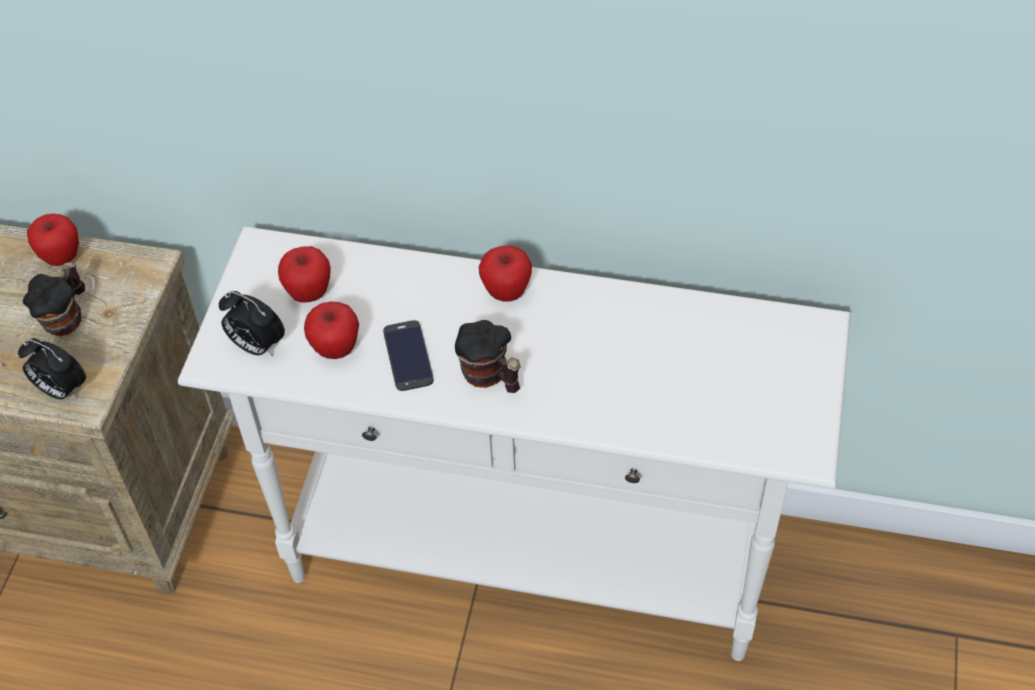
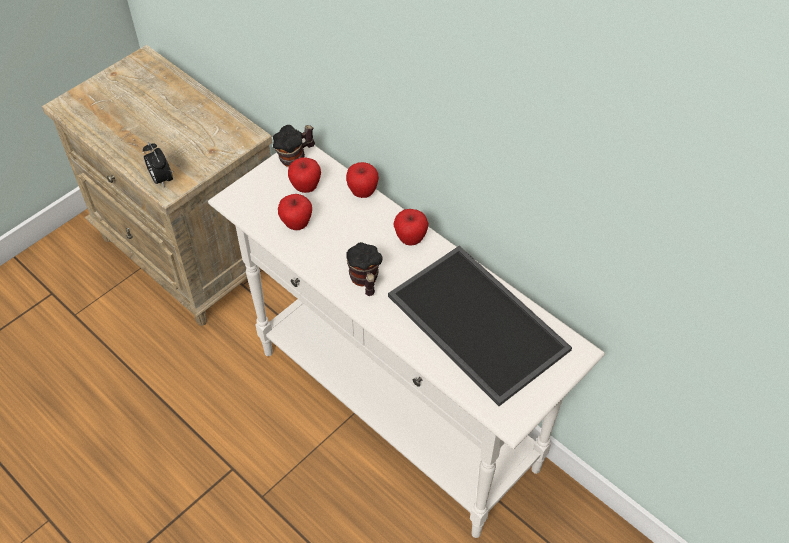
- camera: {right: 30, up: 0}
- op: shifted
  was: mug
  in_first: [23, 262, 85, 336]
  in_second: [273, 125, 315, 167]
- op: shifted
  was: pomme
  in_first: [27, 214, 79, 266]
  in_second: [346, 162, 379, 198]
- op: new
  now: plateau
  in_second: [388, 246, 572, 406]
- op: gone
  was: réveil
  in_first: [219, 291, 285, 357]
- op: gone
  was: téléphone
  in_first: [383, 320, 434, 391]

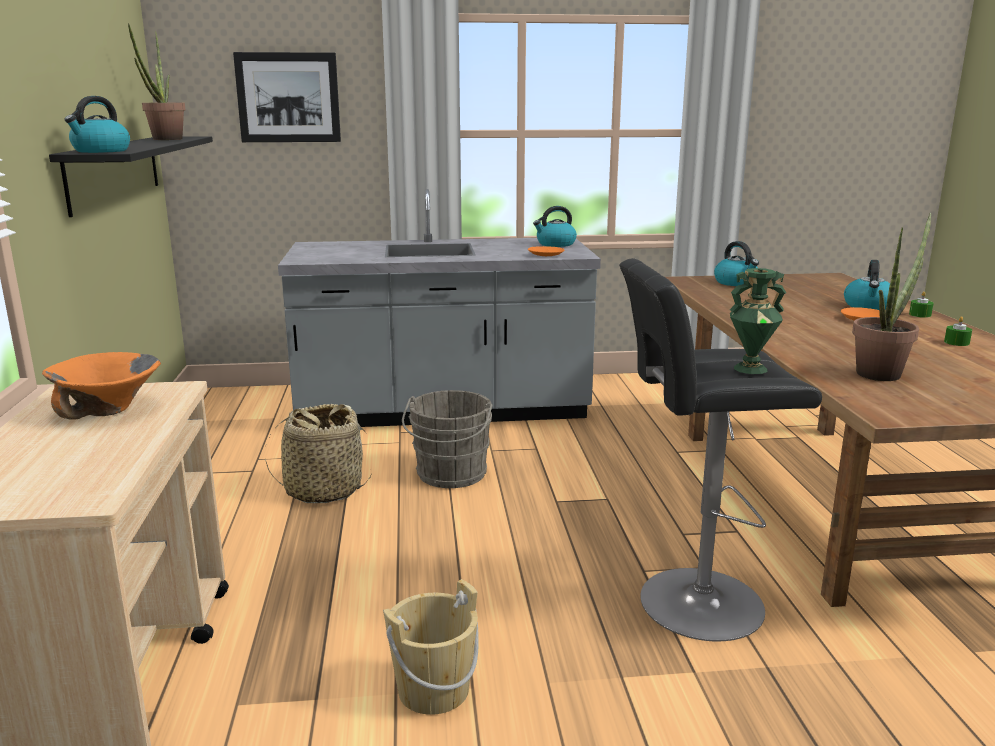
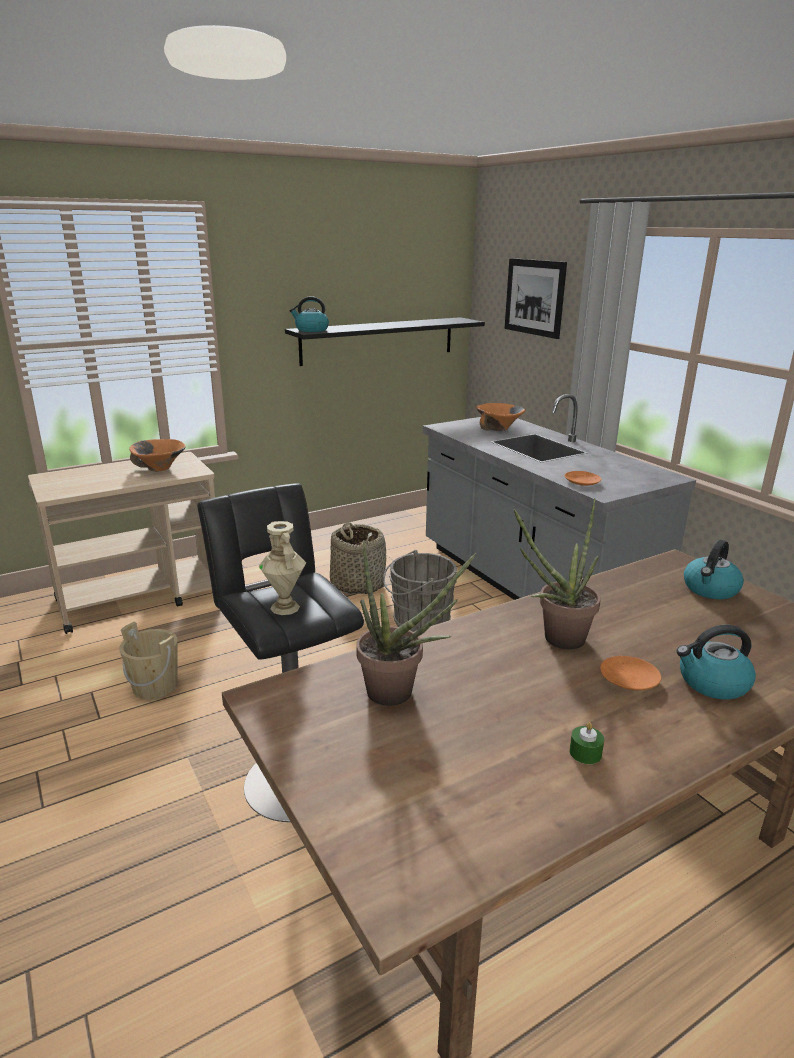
- camera: {right: 65, up: 5}
- op: repainted
  was: vase (vert)
  now: vase (beige)
  in_first: [730, 268, 786, 374]
  in_second: [259, 521, 306, 615]
- op: new
  now: bol (orange)
  in_second: [476, 403, 525, 431]
- op: shifted
  was: plante en pot
  in_first: [128, 23, 186, 140]
  in_second: [514, 498, 601, 650]
- op: gone
  was: bouilloire
  in_first: [533, 206, 577, 247]
- op: gone
  was: bougie (vert)
  in_first: [909, 291, 934, 318]

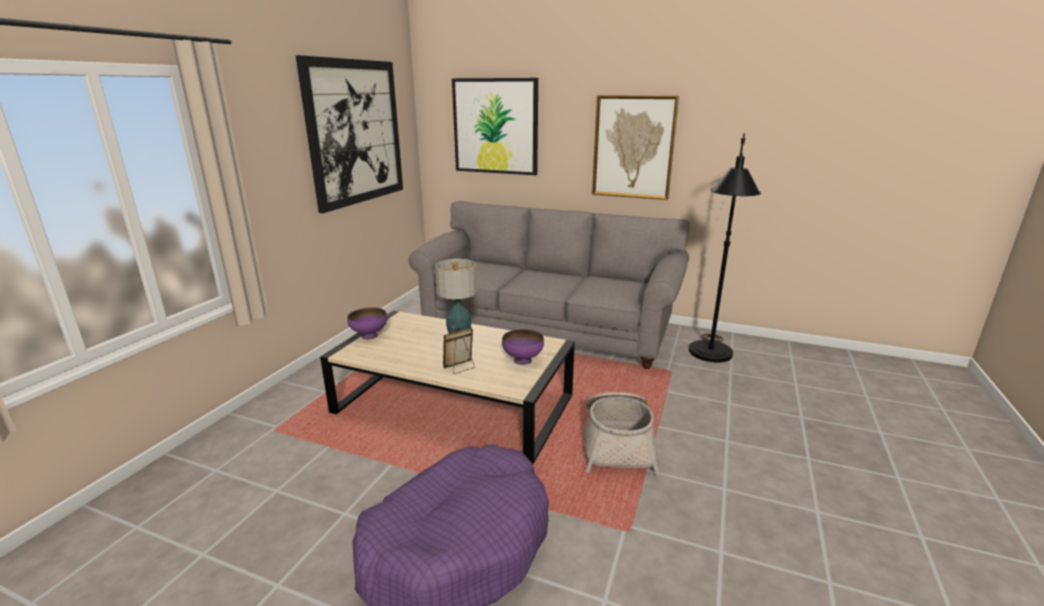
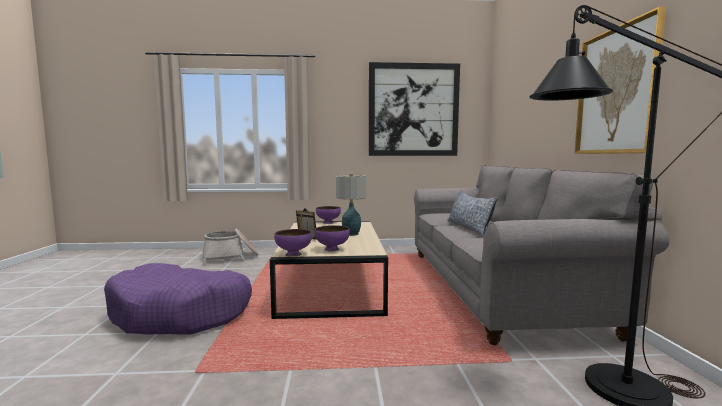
- camera: {right: 65, up: -15}
- op: shifted
  was: panier
  in_first: [582, 392, 659, 475]
  in_second: [203, 228, 259, 265]
- op: new
  now: bol (violet)
  in_second: [274, 229, 312, 257]
- op: new
  now: coussin
  in_second: [447, 190, 498, 237]
- op: gone
  was: tableau
  in_first: [452, 78, 538, 175]

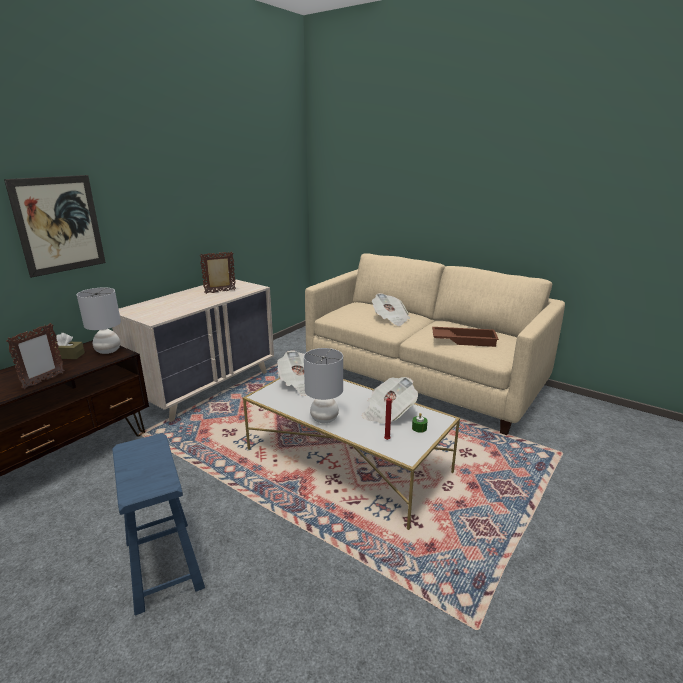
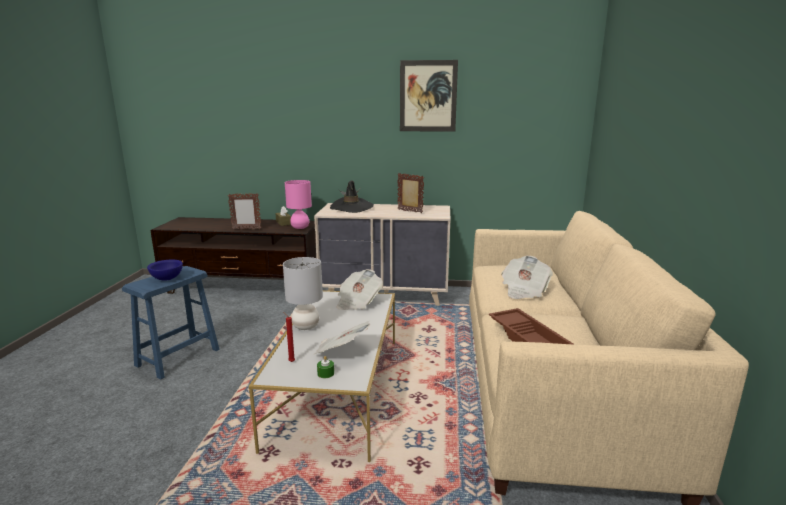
- camera: {right: 60, up: -5}
- op: new
  now: bol (bleu)
  in_second: [147, 260, 183, 281]
- op: repainted
  was: lampe de table (gris)
  now: lampe de table (rose)
  in_first: [77, 287, 121, 354]
  in_second: [285, 180, 312, 229]
- op: new
  now: chapeau (noir)
  in_second: [330, 180, 374, 213]
- op: shifted
  was: tableau
  in_first: [4, 175, 106, 278]
  in_second: [400, 60, 458, 132]

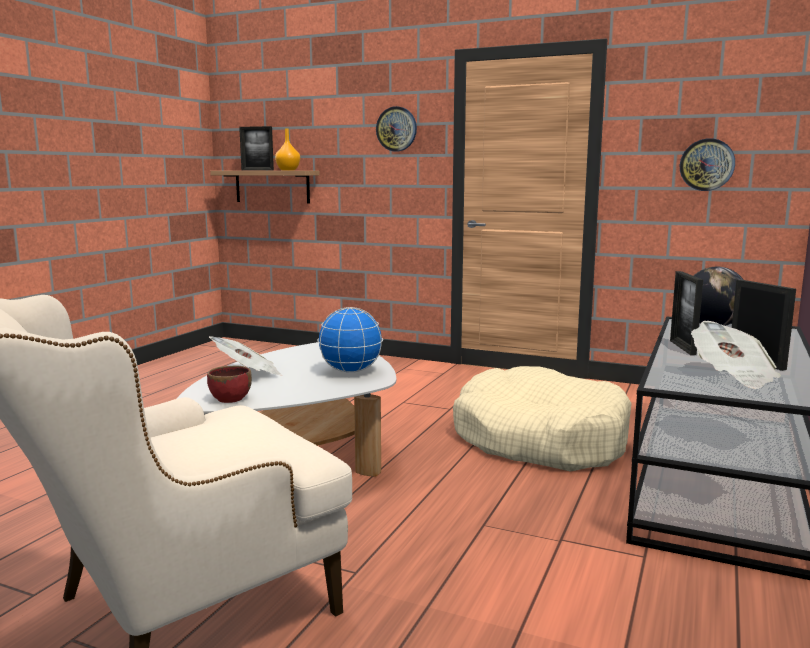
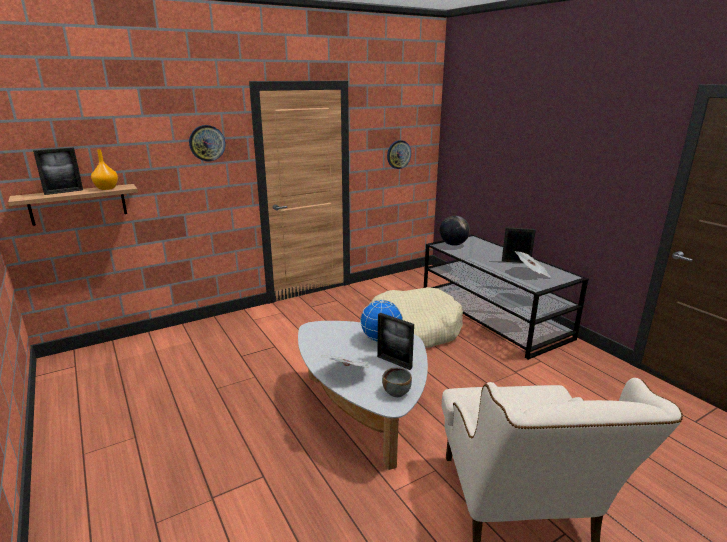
- camera: {right: -55, up: 10}
- op: shifted
  was: cadre photo
  in_first: [670, 271, 703, 355]
  in_second: [377, 313, 414, 370]
- op: repainted
  was: bol (rouge)
  now: bol (gris)
  in_first: [207, 365, 252, 403]
  in_second: [382, 367, 412, 397]

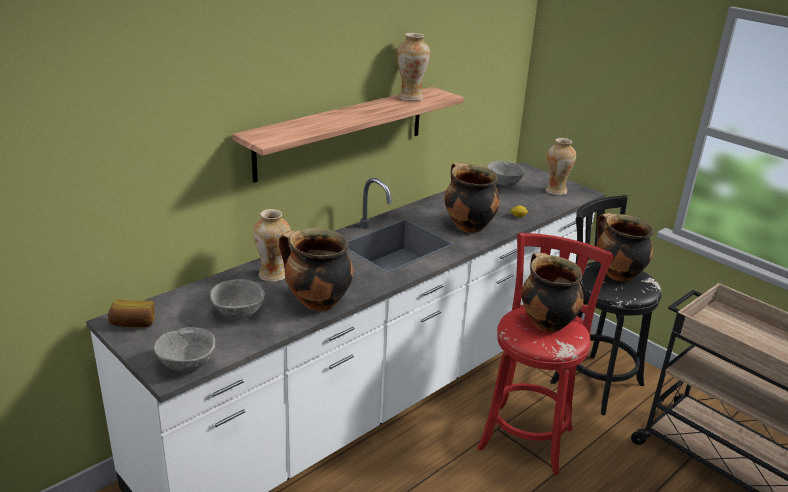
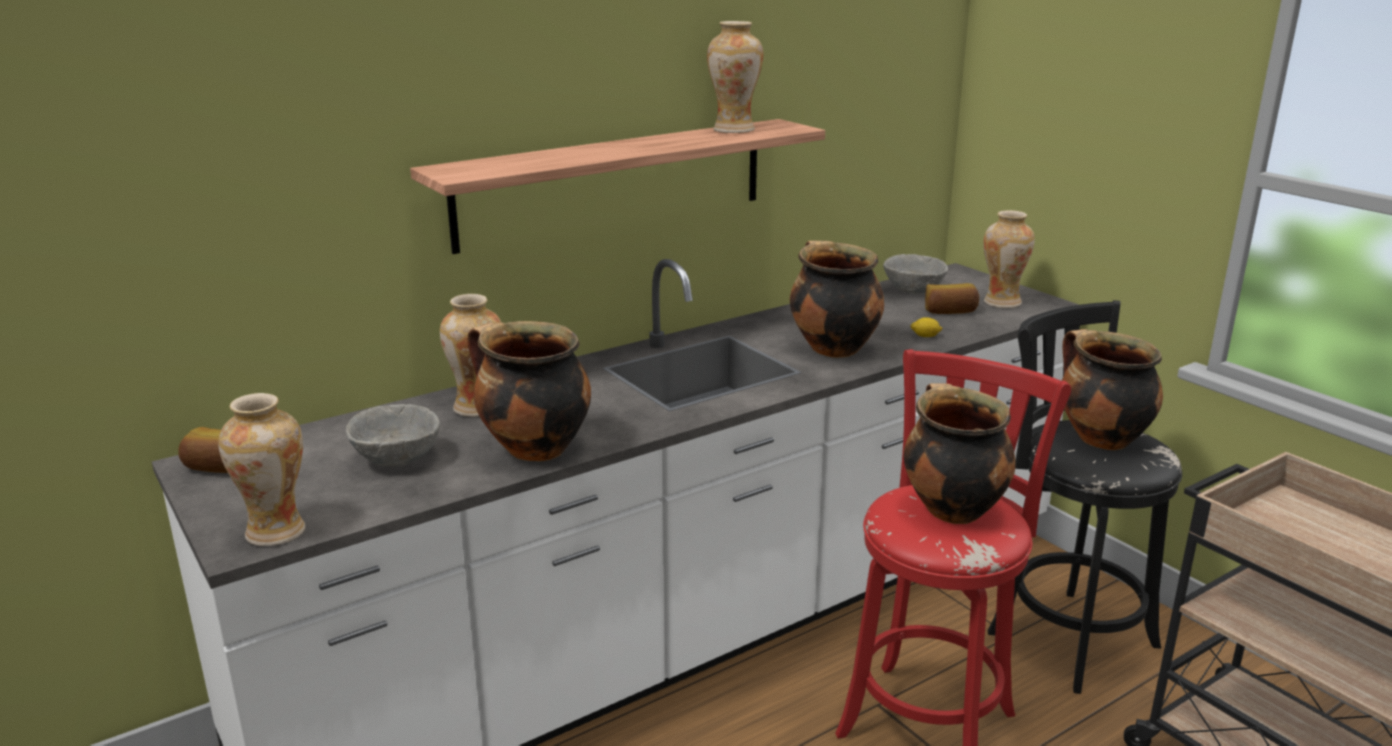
- camera: {right: 10, up: -5}
- op: swapped
  was: bol (gris)
  now: vase
  in_first: [154, 327, 215, 371]
  in_second: [218, 393, 305, 546]
- op: new
  now: pain
  in_second: [925, 283, 979, 314]

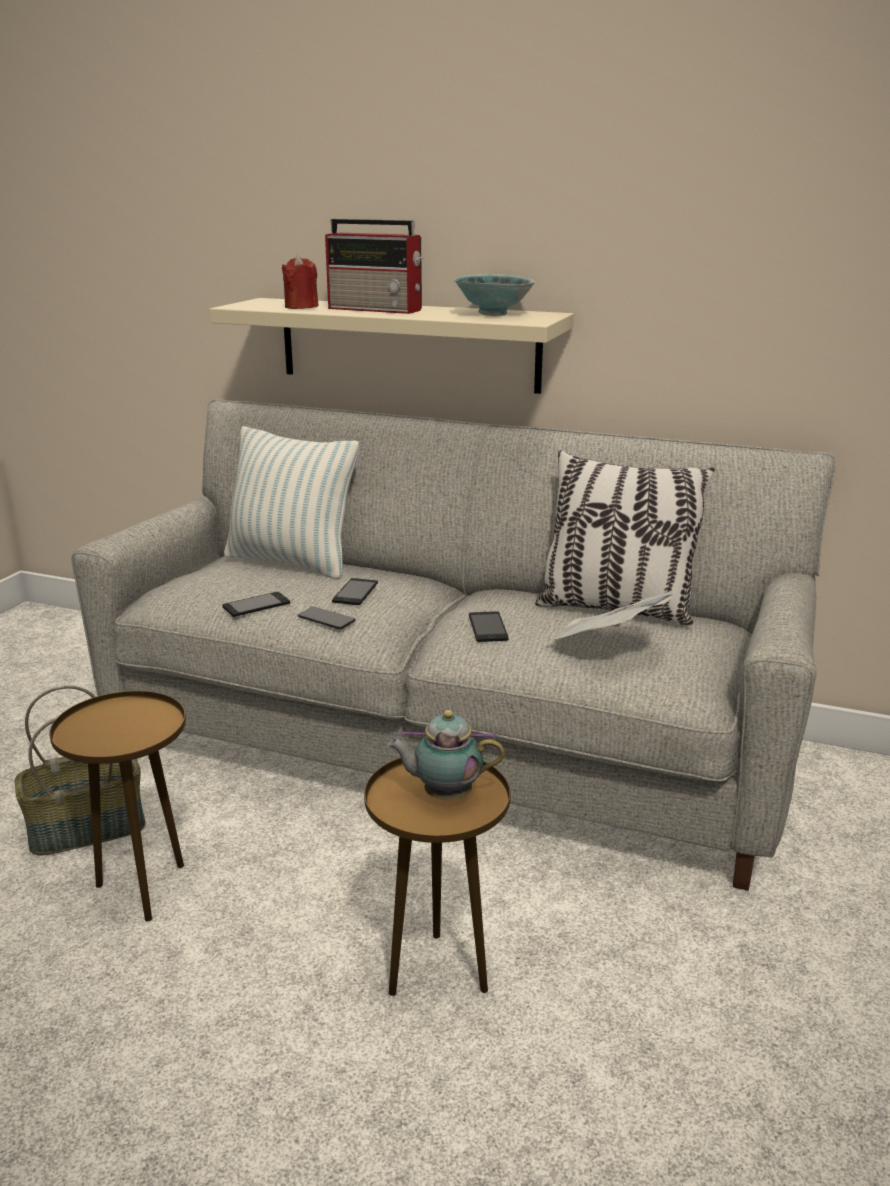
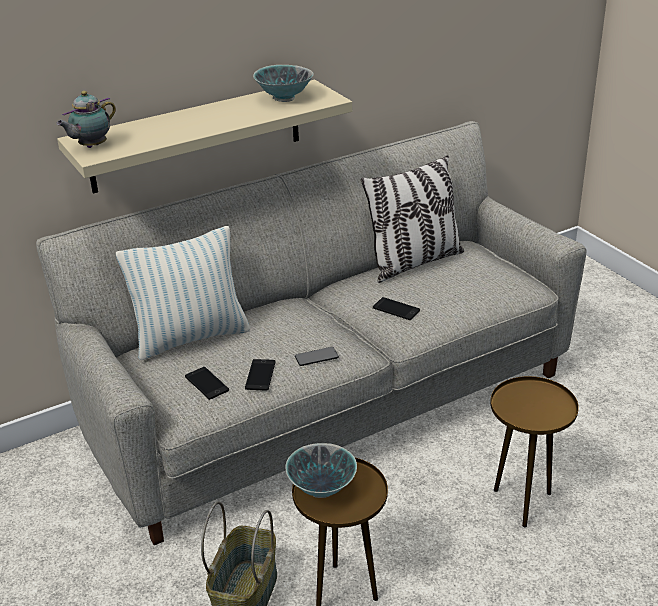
- camera: {right: -50, up: 10}
- op: shifted
  was: théière
  in_first: [387, 710, 505, 800]
  in_second: [56, 91, 116, 148]
- op: shifted
  was: téléphone
  in_first: [332, 578, 378, 605]
  in_second: [185, 367, 229, 400]
- op: new
  now: bol
  in_second: [285, 443, 357, 498]
- op: gone
  was: bougie (rouge)
  in_first: [282, 255, 319, 309]
- op: gone
  was: radio
  in_first: [325, 219, 423, 314]
- op: gone
  was: journal
  in_first: [547, 590, 675, 642]

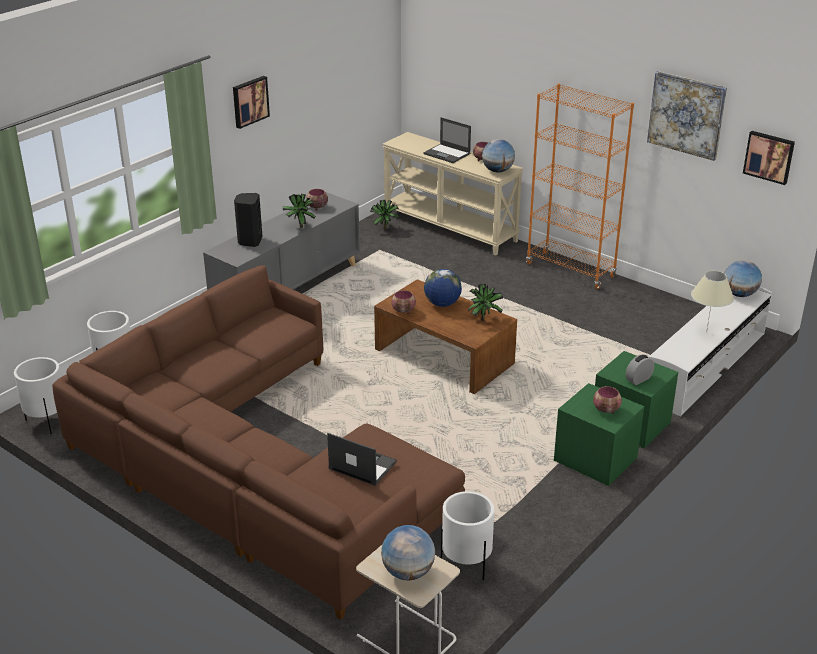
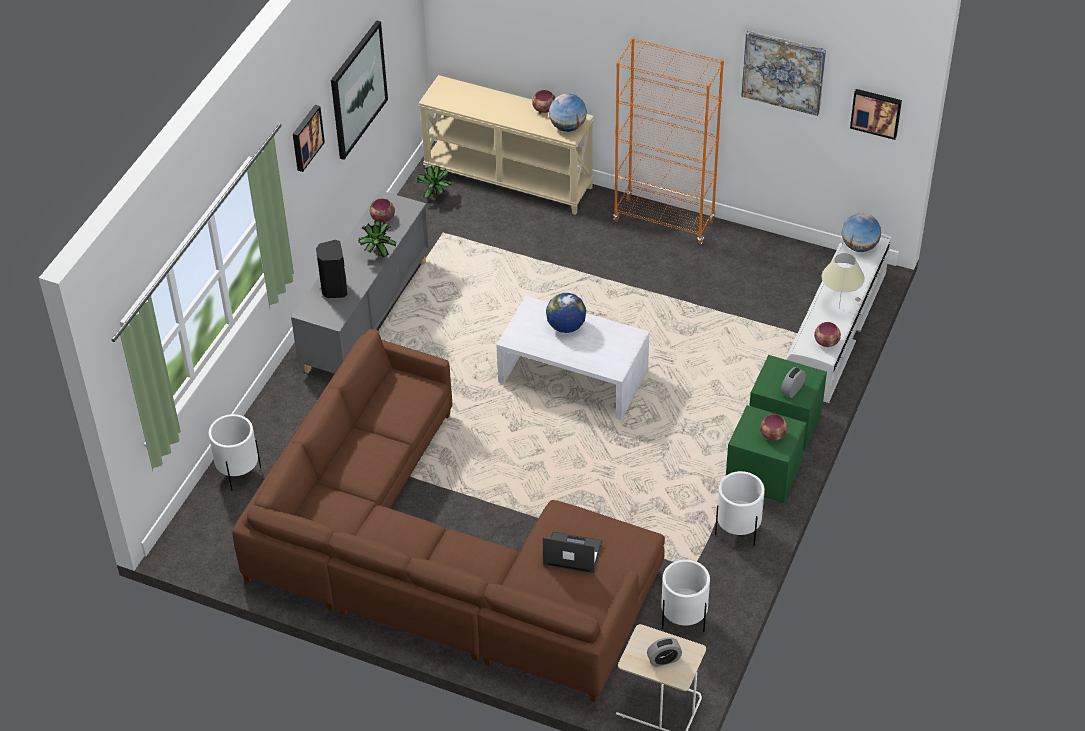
- camera: {right: -15, up: 15}
- op: new
  now: tableau
  in_second: [331, 20, 388, 160]
- op: repainted
  was: table basse (marron)
  now: table basse (blanc)
  in_first: [374, 279, 517, 394]
  in_second: [496, 296, 649, 420]
- op: swapped
  was: globe
  now: réveil
  in_first: [381, 525, 435, 581]
  in_second: [647, 637, 682, 667]
- op: shifted
  was: cache-pot (blanc)
  in_first: [14, 357, 61, 434]
  in_second: [715, 471, 765, 545]
- op: shifted
  was: bol
  in_first: [391, 290, 416, 314]
  in_second: [814, 322, 841, 347]
- op: gone
  was: ordinateur portable
  in_first: [423, 118, 471, 163]
- op: gone
  was: plante en pot
  in_first: [468, 284, 503, 321]

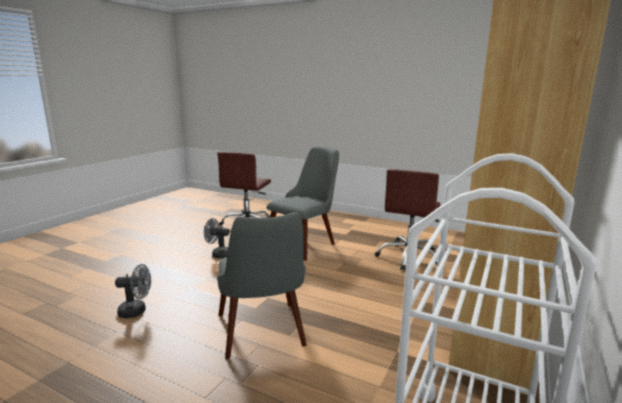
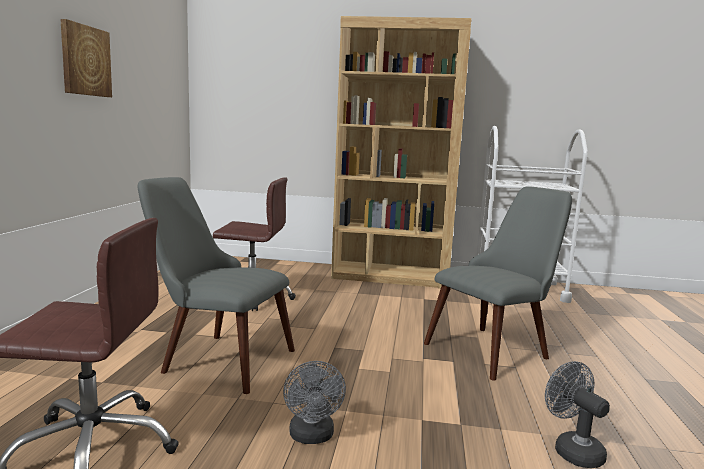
- camera: {right: -110, up: -5}
- op: new
  now: tableau
  in_second: [60, 19, 112, 97]

